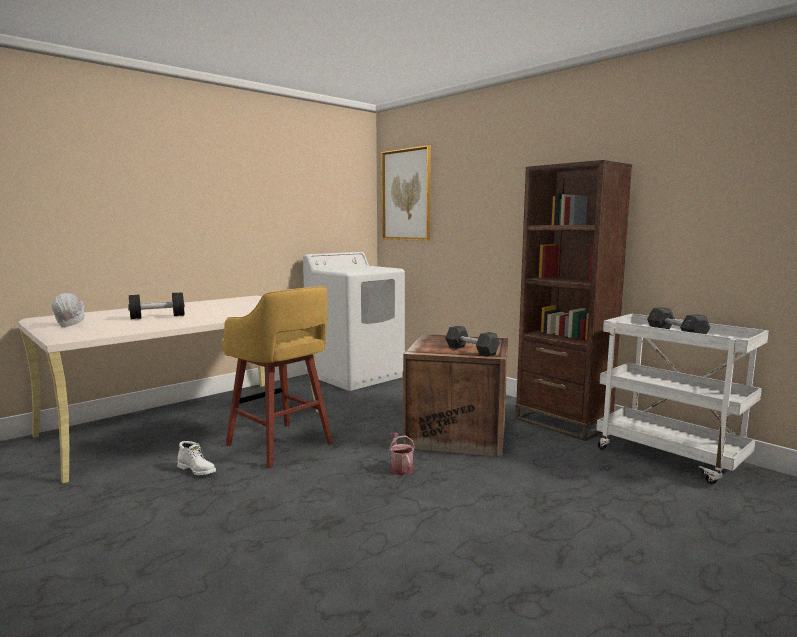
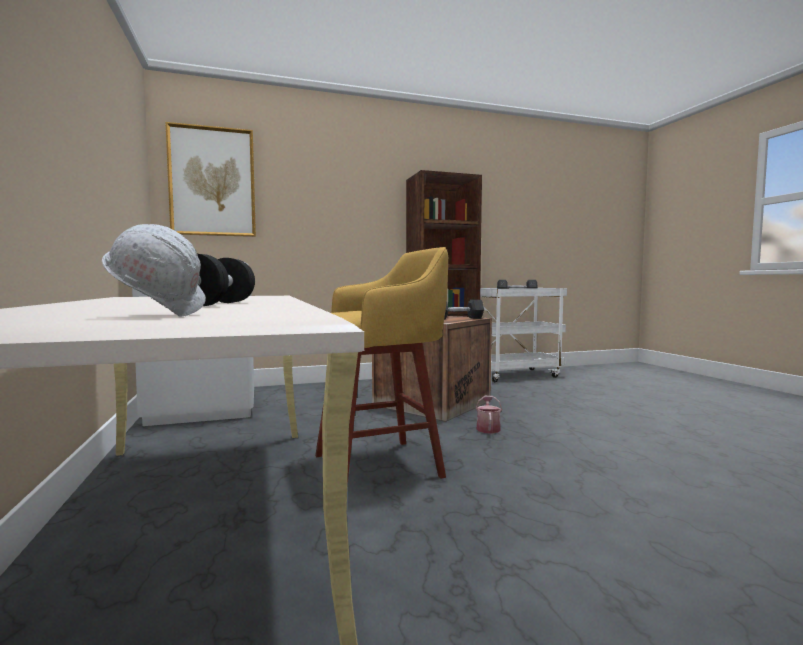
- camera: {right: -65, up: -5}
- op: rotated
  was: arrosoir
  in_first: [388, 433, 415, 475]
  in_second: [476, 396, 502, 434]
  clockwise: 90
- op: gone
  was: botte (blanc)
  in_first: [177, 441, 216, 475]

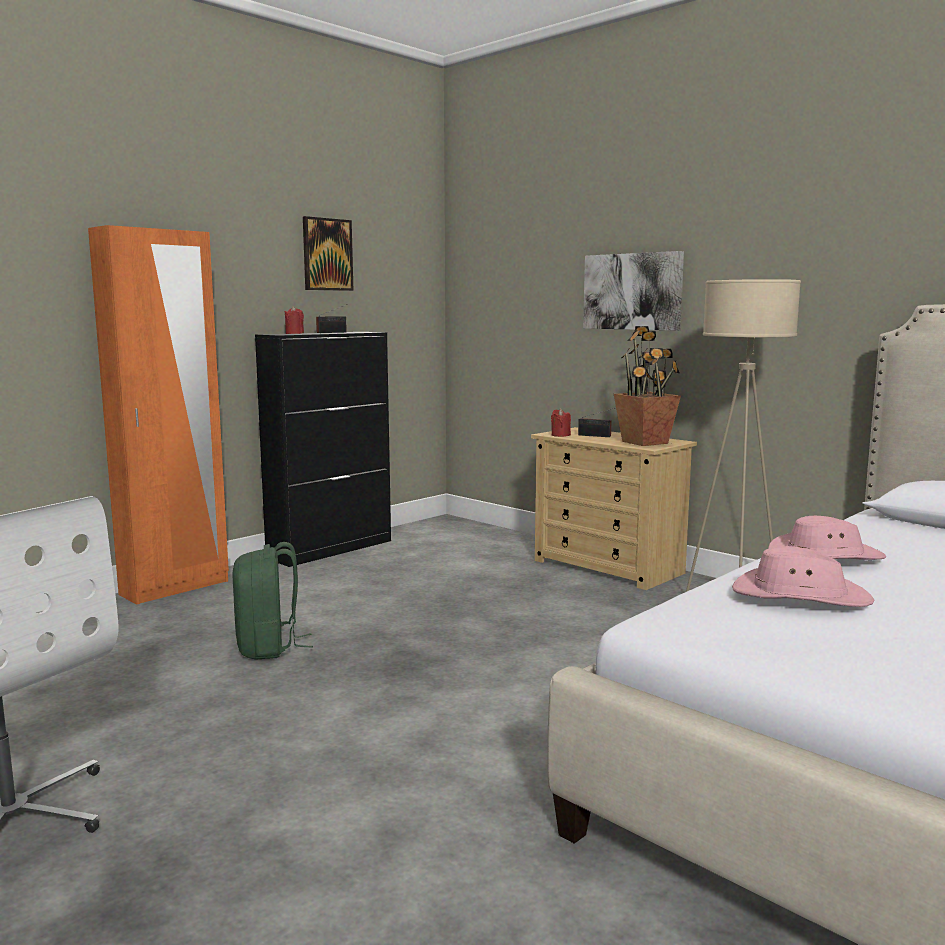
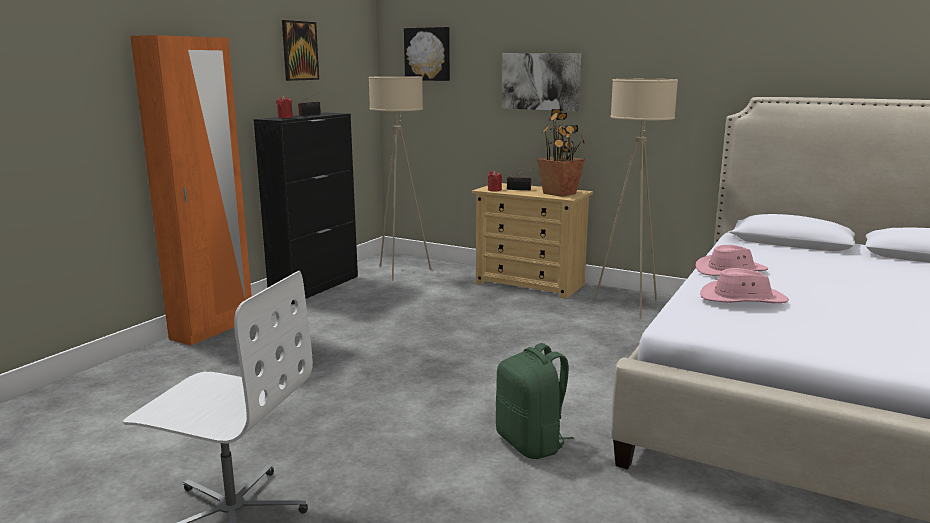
- camera: {right: -15, up: 5}
- op: new
  now: lampadaire (beige)
  in_second: [368, 76, 431, 281]
- op: new
  now: tableau
  in_second: [404, 27, 450, 81]
- op: shifted
  was: sac à dos (vert)
  in_first: [232, 542, 313, 659]
  in_second: [496, 343, 574, 459]

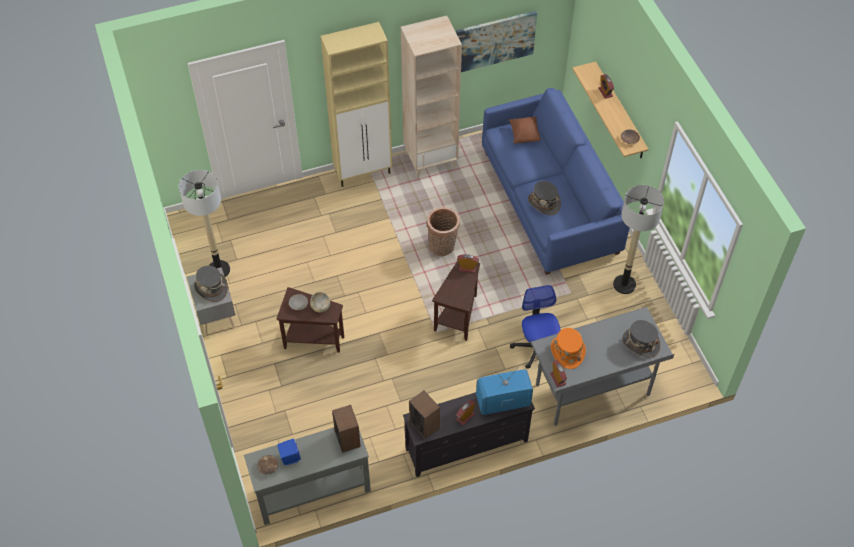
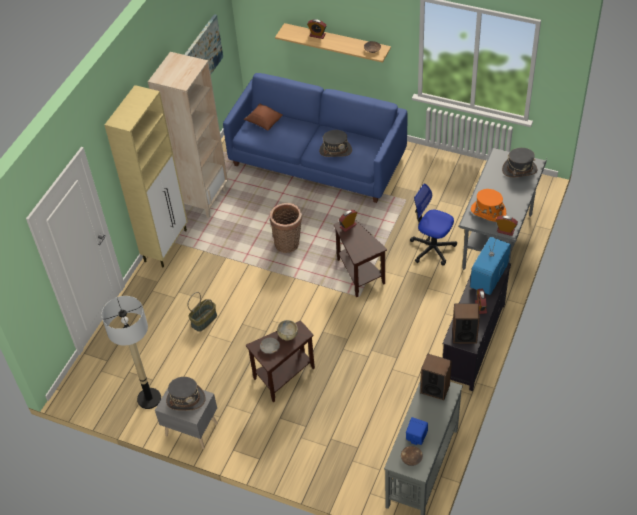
- camera: {right: -45, up: -5}
- op: new
  now: panier
  in_second: [188, 292, 217, 332]
- op: gone
  was: lampadaire
  in_first: [613, 185, 664, 294]

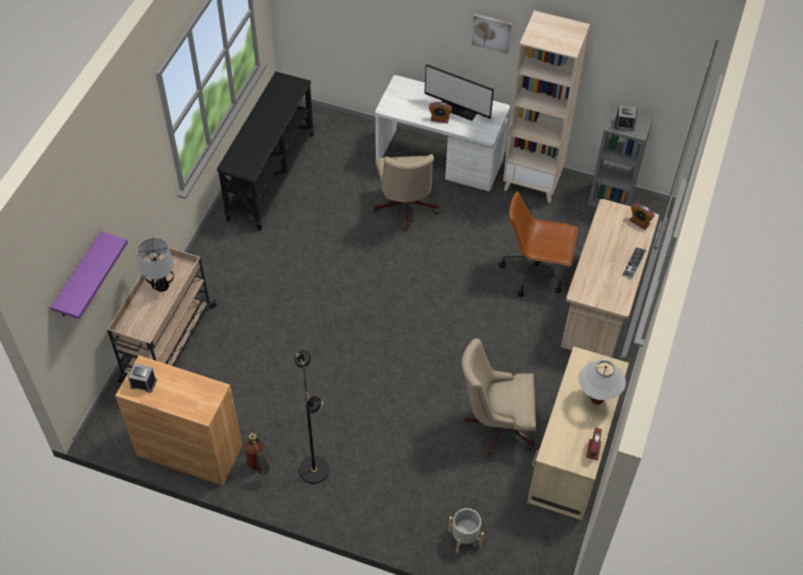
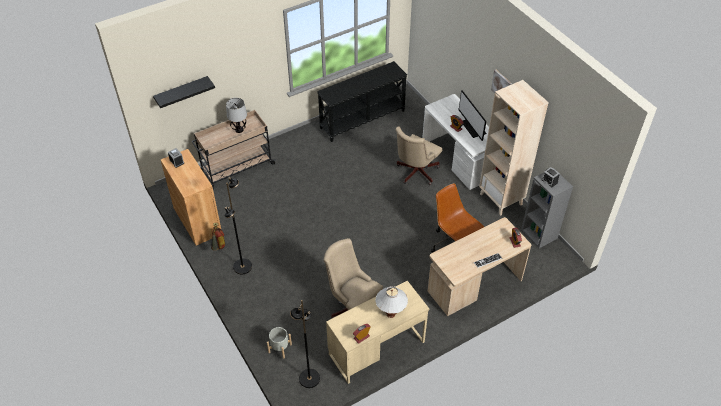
- camera: {right: 40, up: -5}
- op: repainted
  was: étagère (violet)
  now: étagère (noir)
  in_first: [50, 231, 128, 319]
  in_second: [153, 76, 215, 108]
- op: new
  now: lampadaire (noir)
  in_second: [290, 300, 320, 388]

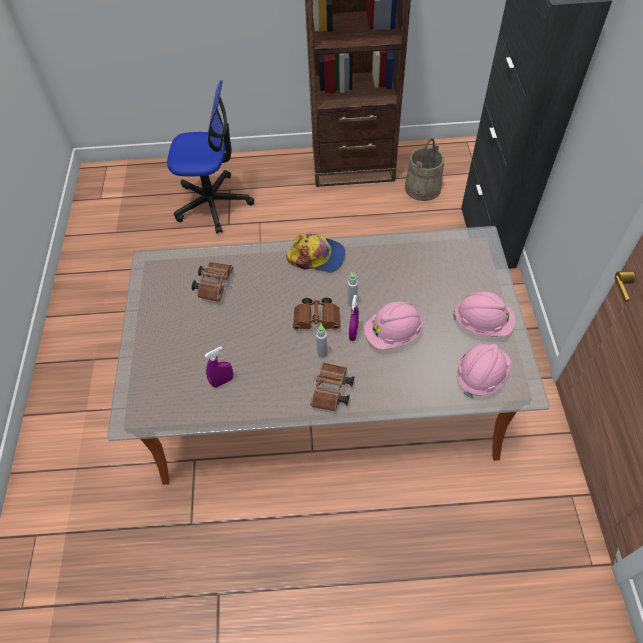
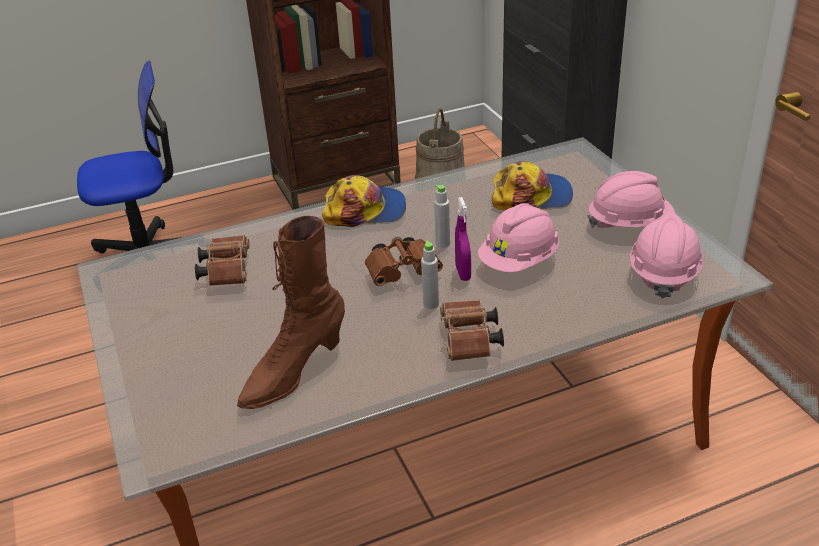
- camera: {right: -20, up: -20}
- op: swapped
  was: vaporisateur (violet)
  now: botte (marron)
  in_first: [205, 346, 233, 388]
  in_second: [237, 216, 345, 409]
- op: new
  now: casquette
  in_second: [492, 161, 573, 210]

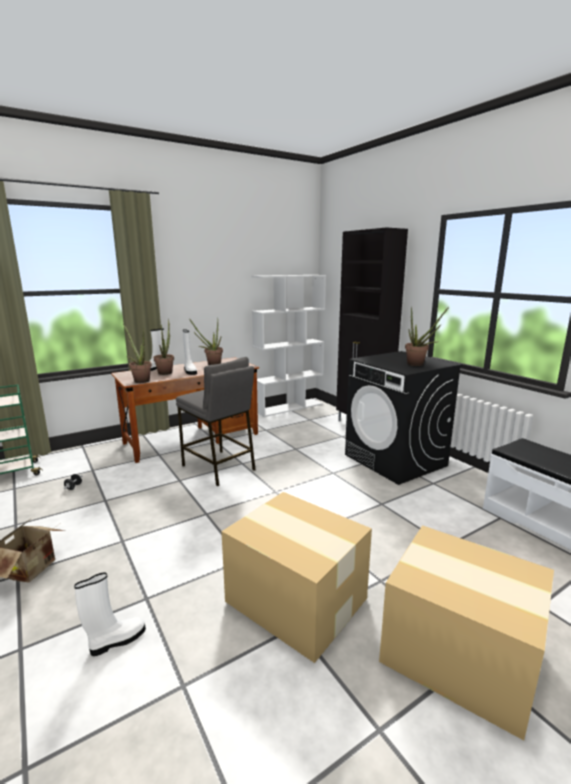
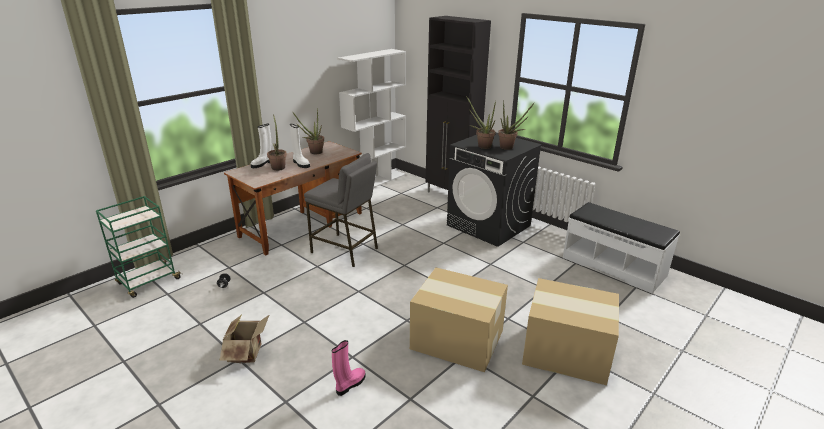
- camera: {right: -15, up: 10}
- op: repainted
  was: botte (blanc)
  now: botte (rose)
  in_first: [74, 572, 146, 656]
  in_second: [332, 340, 366, 396]
- op: shifted
  was: plante en pot
  in_first: [123, 324, 152, 383]
  in_second: [466, 96, 496, 149]

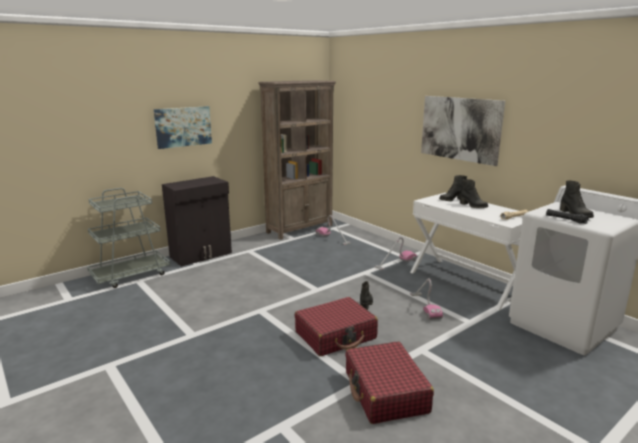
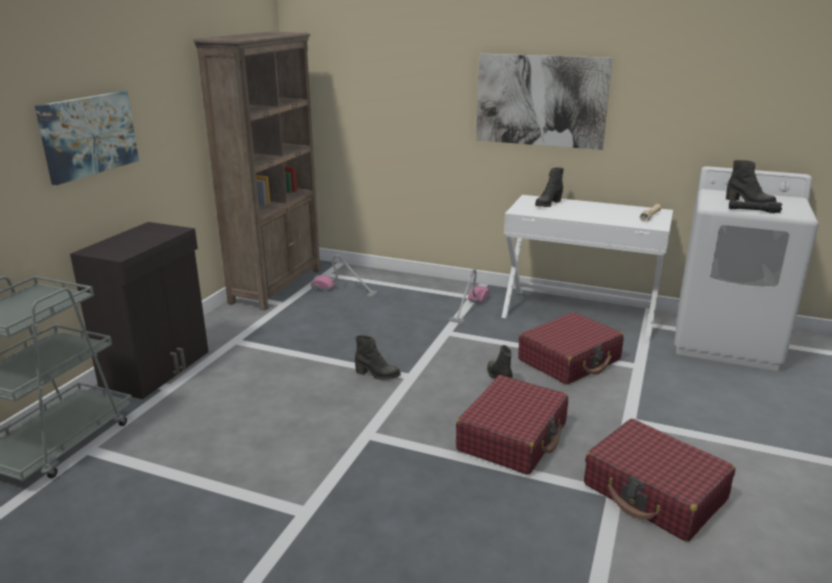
- camera: {right: -30, up: 5}
- op: shifted
  was: botte (noir)
  in_first: [460, 179, 488, 208]
  in_second: [355, 335, 401, 380]
- op: swapped
  was: aspirateur
  now: valise (rouge)
  in_first: [410, 278, 443, 320]
  in_second: [518, 312, 624, 385]

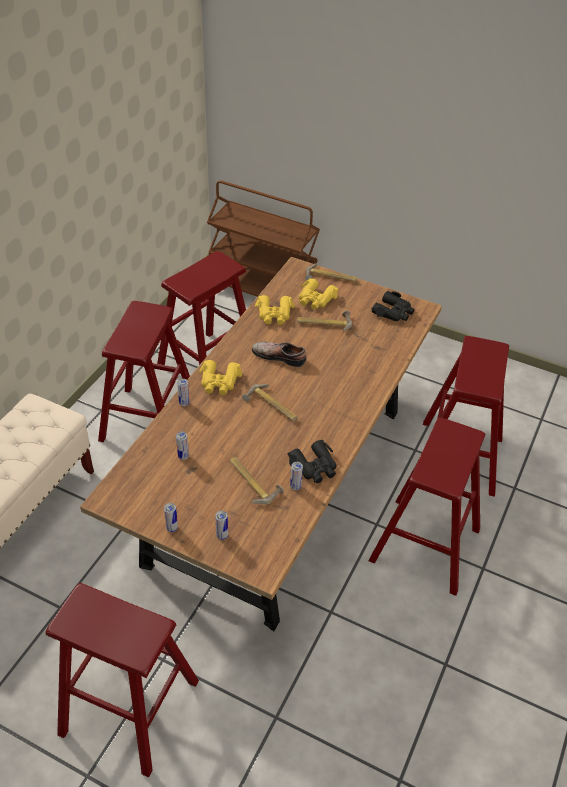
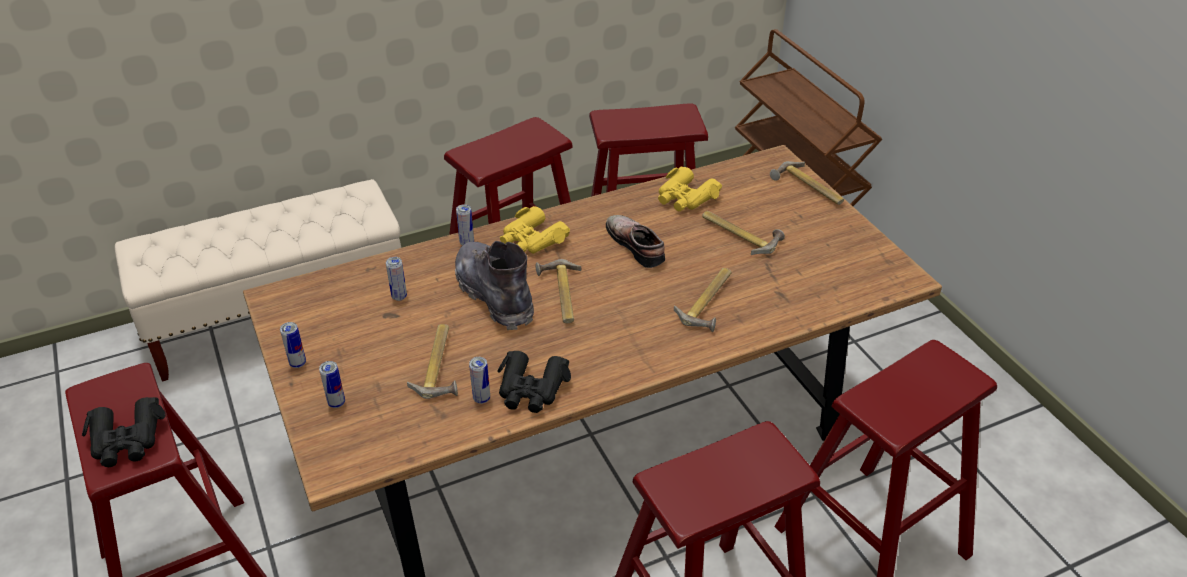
- camera: {right: 40, up: -5}
- op: shifted
  was: jumelles (noir)
  in_first: [372, 291, 415, 321]
  in_second: [82, 397, 166, 467]
- op: new
  now: botte (gris)
  in_second: [455, 241, 534, 330]
- op: new
  now: marteau
  in_second: [674, 268, 731, 332]
- op: gone
  was: jumelles (jaune)
  in_first: [299, 278, 339, 310]

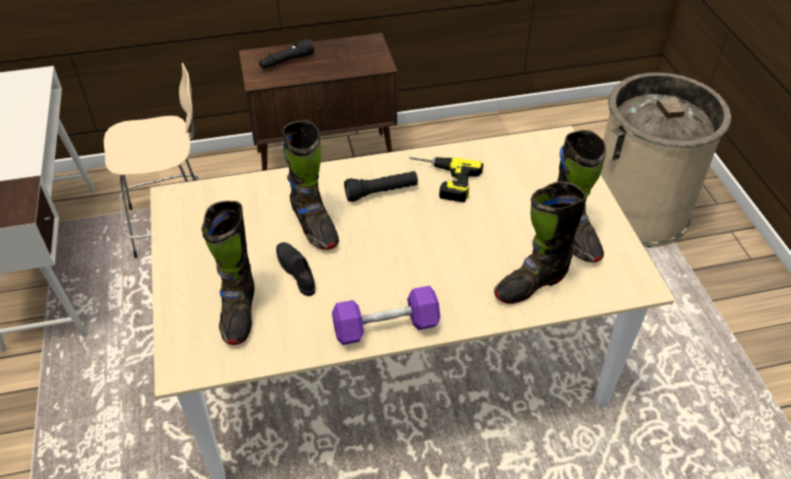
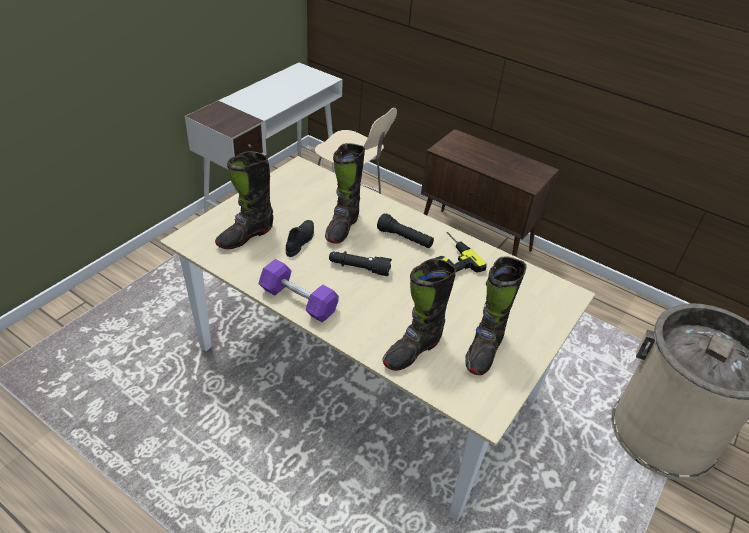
- camera: {right: 45, up: -5}
- op: shifted
  was: lampe de poche (noir)
  in_first: [259, 38, 314, 69]
  in_second: [329, 251, 392, 276]
- op: rotated
  was: botte (noir)
  in_first: [494, 181, 586, 304]
  in_second: [382, 258, 456, 371]
  clockwise: -60

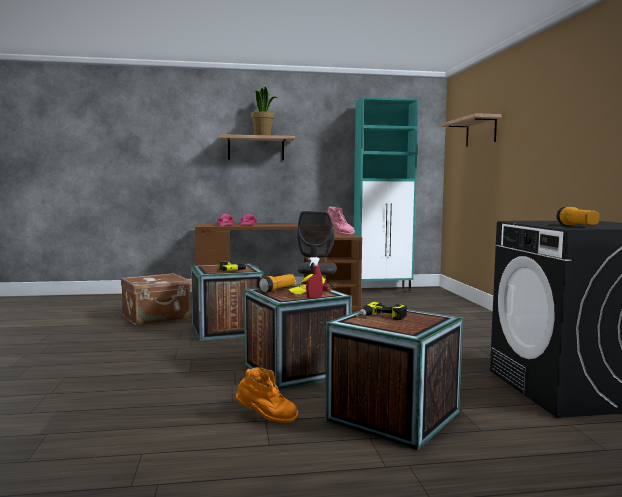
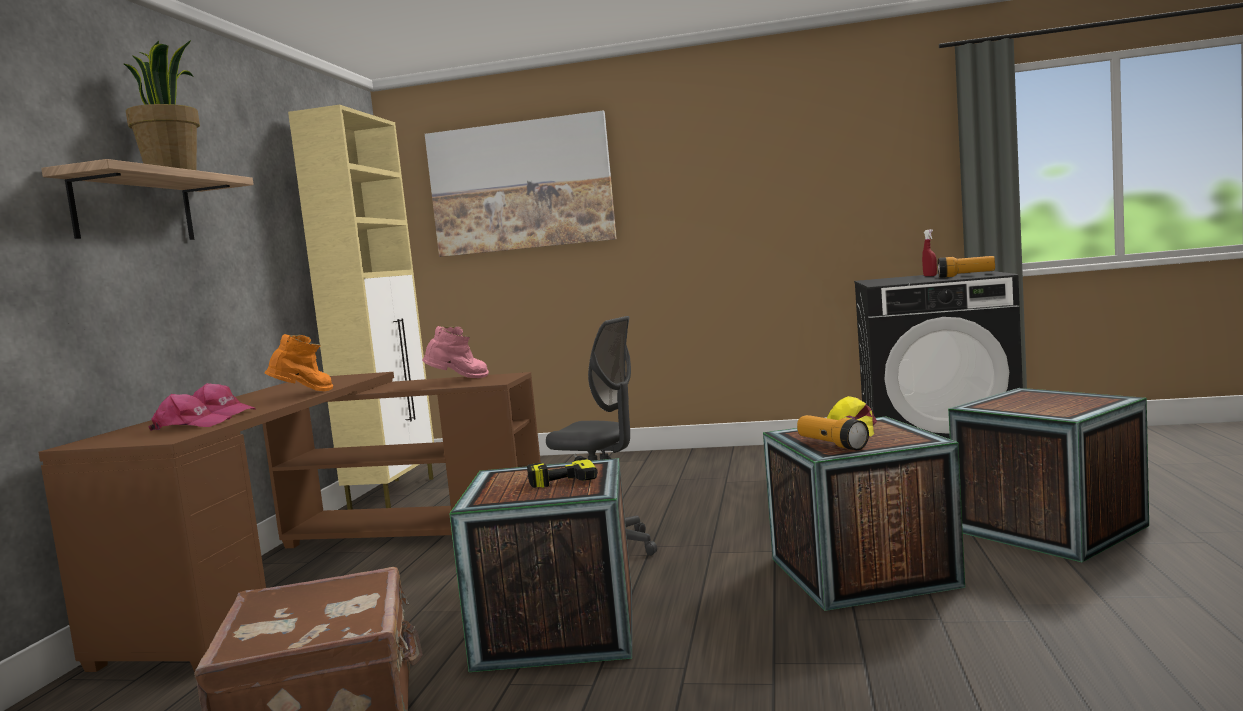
- camera: {right: -70, up: 0}
- op: shifted
  was: botte (orange)
  in_first: [236, 367, 298, 423]
  in_second: [265, 334, 333, 391]
- op: repainted
  was: meuble de rangement (turquoise)
  now: meuble de rangement (beige)
  in_first: [354, 97, 419, 293]
  in_second: [288, 105, 434, 510]
- op: swapped
  was: étagère
  now: tableau
  in_first: [440, 113, 502, 147]
  in_second: [425, 111, 617, 257]
- op: shifted
  was: vaporisateur (rouge)
  in_first: [306, 257, 323, 299]
  in_second: [922, 229, 937, 276]
- op: gone
  was: perceuse
  in_first: [354, 302, 407, 320]

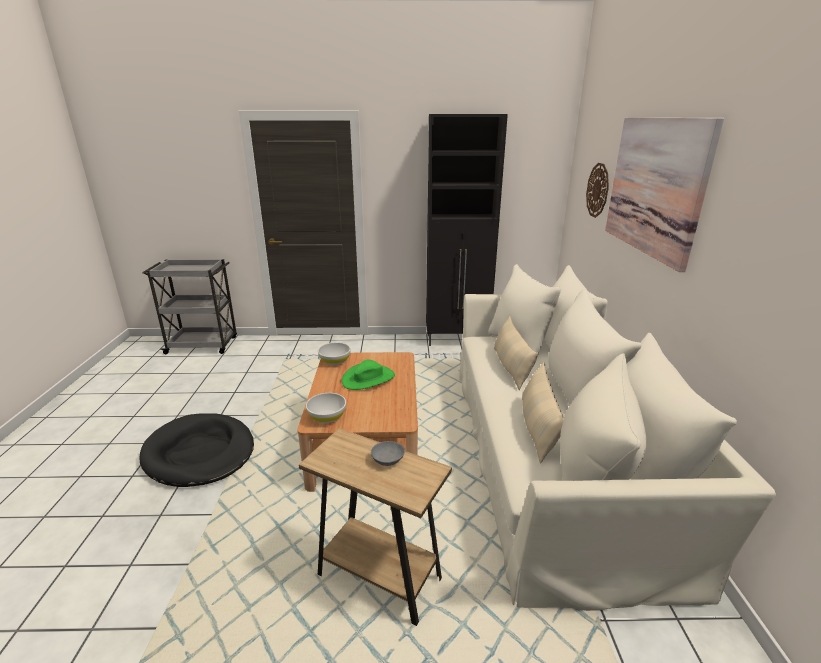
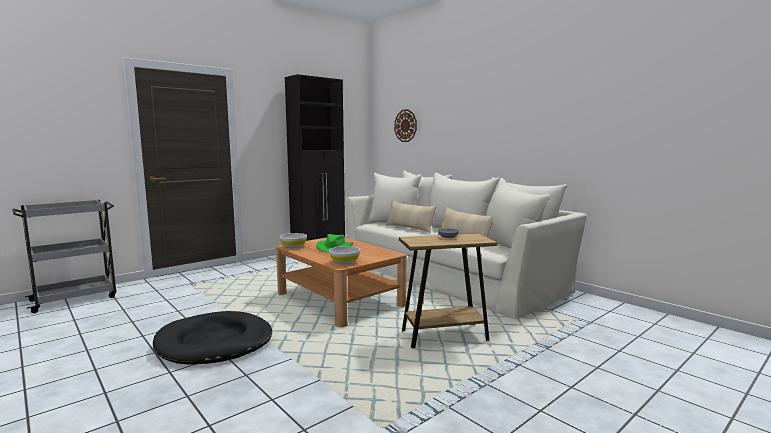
- camera: {right: -40, up: -15}
- op: gone
  was: tableau
  in_first: [605, 117, 724, 272]

